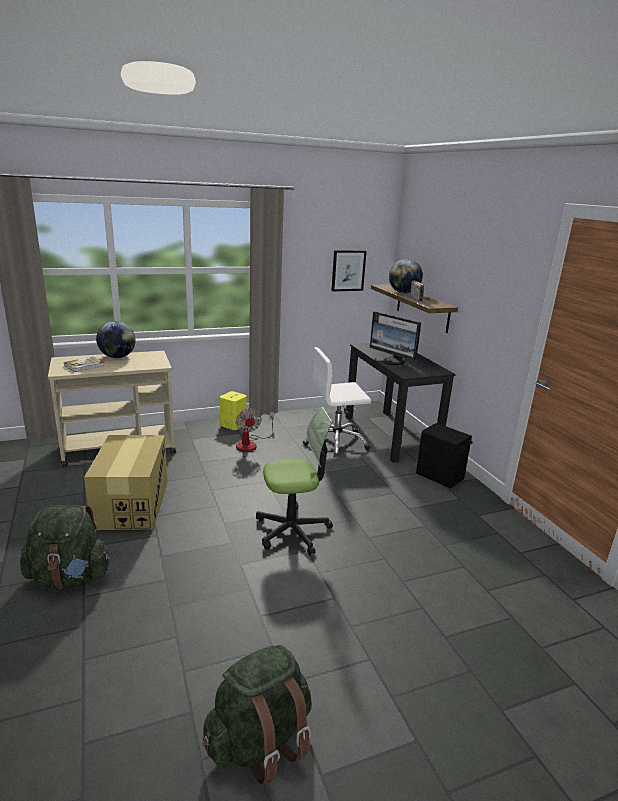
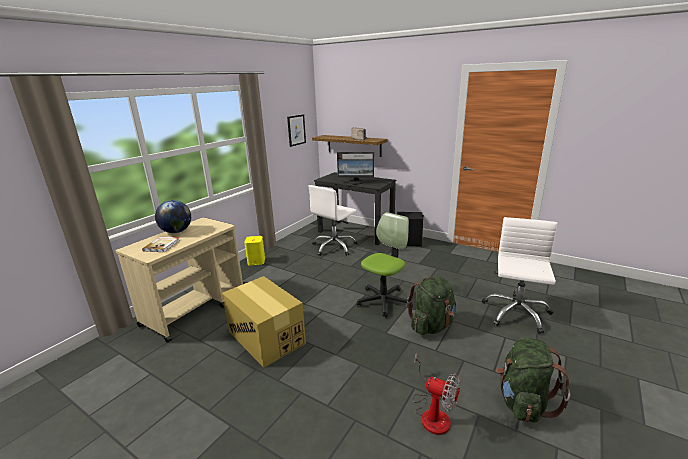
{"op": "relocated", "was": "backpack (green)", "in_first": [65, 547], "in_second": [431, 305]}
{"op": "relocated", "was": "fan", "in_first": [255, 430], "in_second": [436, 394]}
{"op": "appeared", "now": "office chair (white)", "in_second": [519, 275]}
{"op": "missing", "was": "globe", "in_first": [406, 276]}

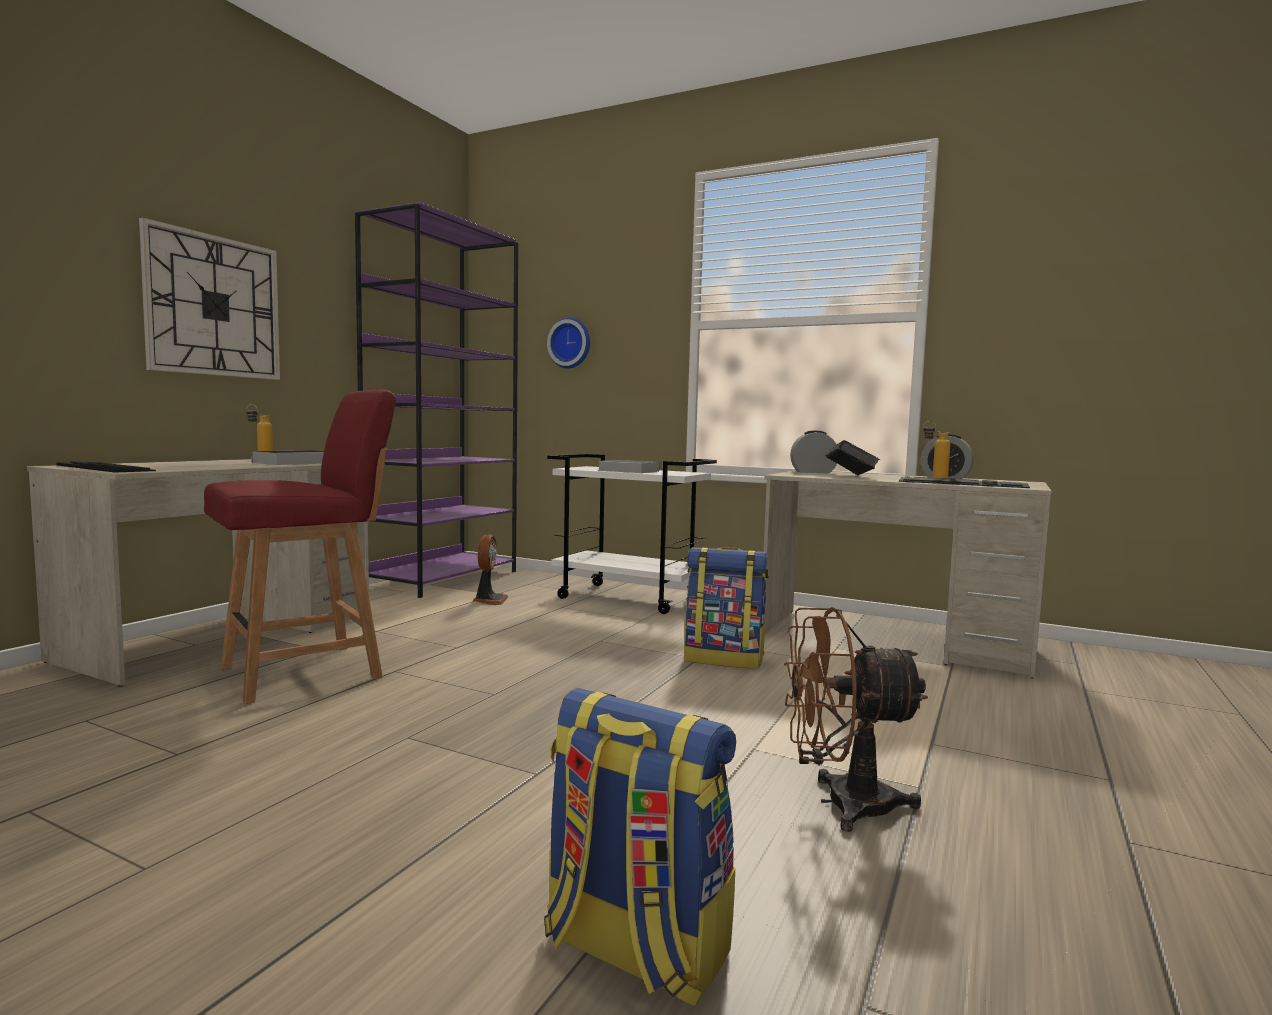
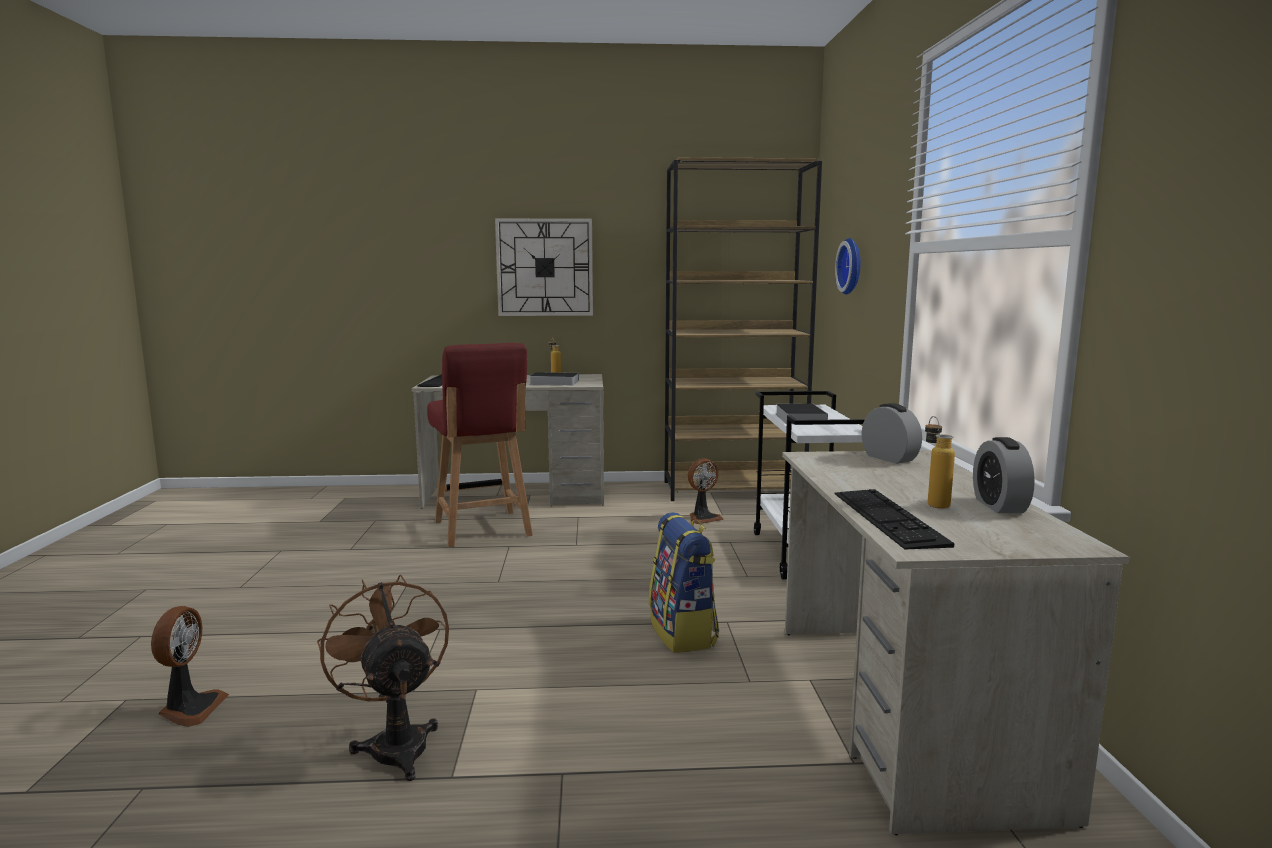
{"op": "exchanged", "was": "backpack", "now": "fan", "in_first": [640, 847], "in_second": [190, 666]}
{"op": "spun", "was": "chair (red)", "in_first": [300, 546], "in_second": [480, 445], "clockwise": 45}
{"op": "colour", "was": "bookcase (purple)", "now": "bookcase (brown)", "in_first": [436, 400], "in_second": [743, 329]}
{"op": "missing", "was": "book", "in_first": [853, 457]}

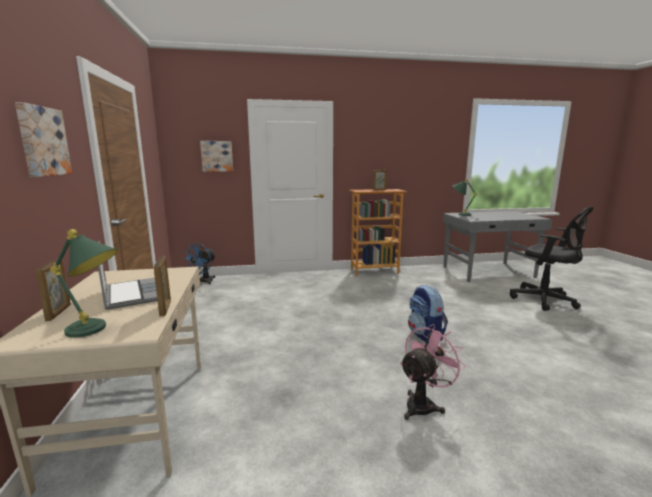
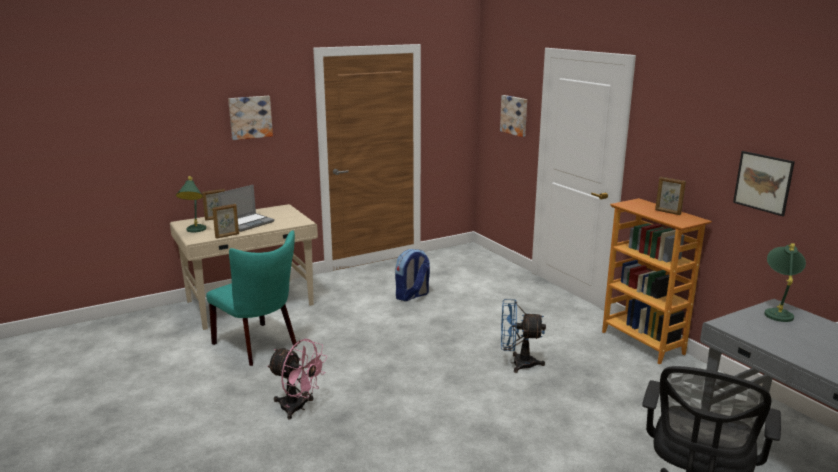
{"op": "appeared", "now": "chair (turquoise)", "in_second": [251, 298]}
{"op": "relocated", "was": "backpack", "in_first": [428, 314], "in_second": [412, 275]}
{"op": "relocated", "was": "fan (blue)", "in_first": [199, 263], "in_second": [523, 336]}
{"op": "appeared", "now": "picture", "in_second": [764, 183]}

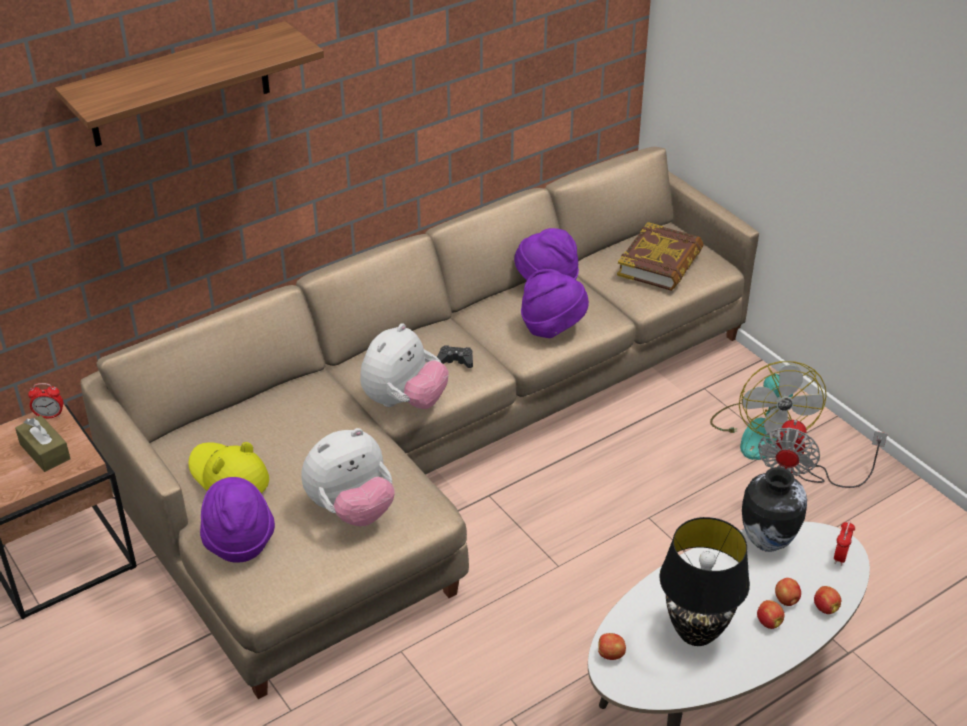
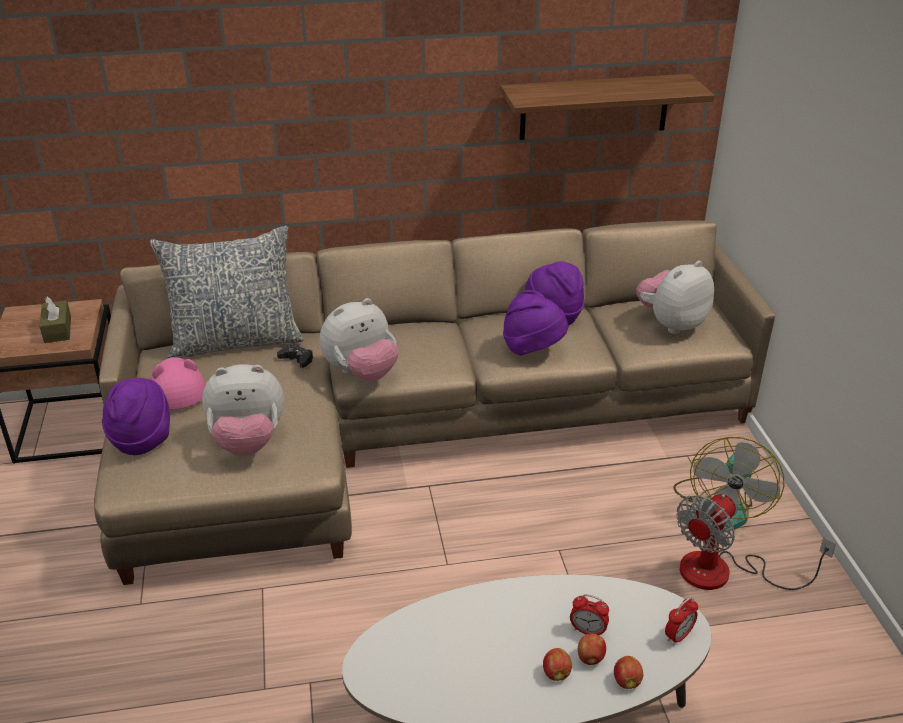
{"op": "appeared", "now": "pillow", "in_second": [227, 291]}
{"op": "colour", "was": "hat (yellow)", "now": "hat (pink)", "in_first": [228, 468], "in_second": [178, 383]}
{"op": "relocated", "was": "game controller (black)", "in_first": [455, 356], "in_second": [295, 355]}
{"op": "relocated", "was": "shelf", "in_first": [189, 84], "in_second": [607, 107]}
{"op": "relocated", "was": "alarm clock", "in_first": [45, 400], "in_second": [589, 614]}
{"op": "exchanged", "was": "book", "now": "plush toy", "in_first": [660, 256], "in_second": [675, 297]}
{"op": "missing", "was": "apple", "in_first": [612, 646]}
{"op": "missing", "was": "table lamp (black)", "in_first": [704, 581]}
{"op": "missing", "was": "vase", "in_first": [774, 509]}

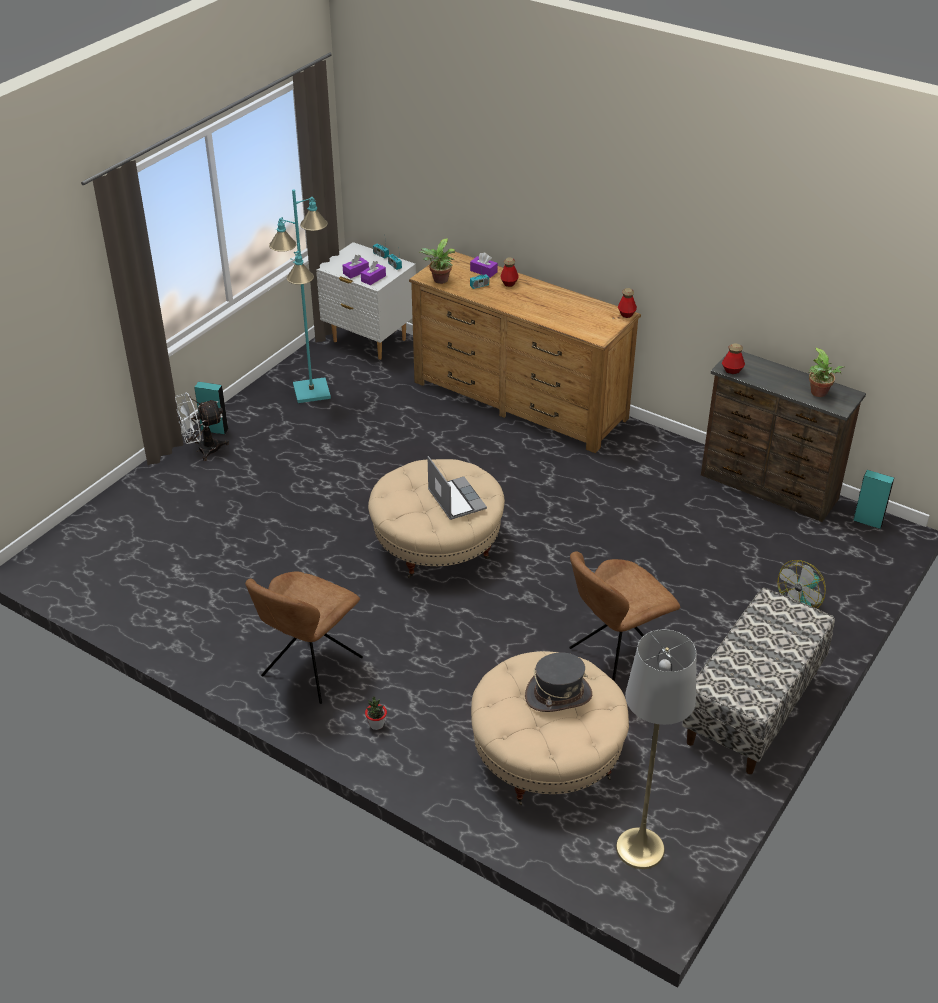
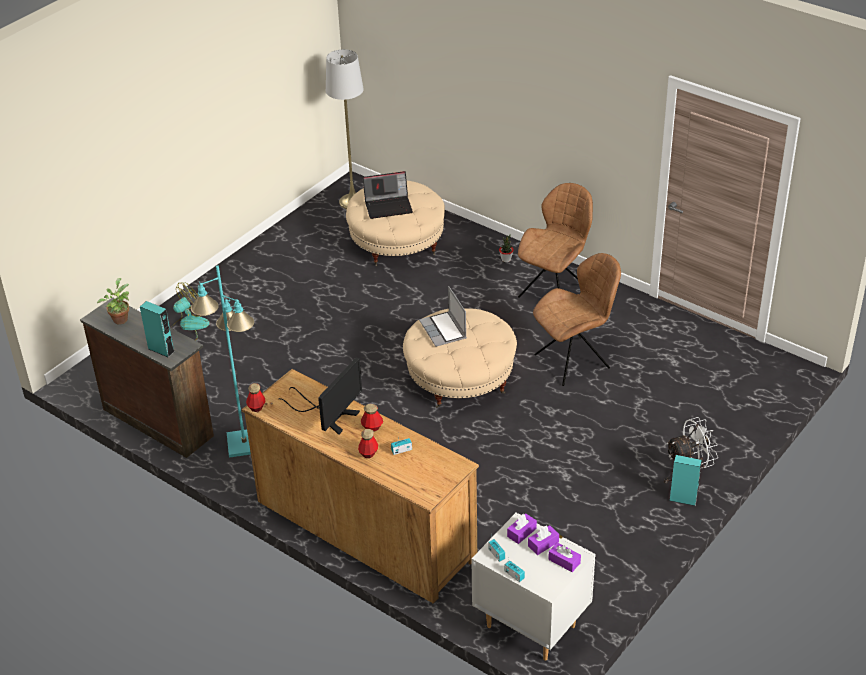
{"op": "relocated", "was": "speaker (turquoise)", "in_first": [873, 499], "in_second": [157, 329]}
{"op": "relocated", "was": "floor lamp (turquoise)", "in_first": [300, 296], "in_second": [222, 361]}
{"op": "appeared", "now": "monitor", "in_second": [320, 396]}
{"op": "relocated", "was": "bottle", "in_first": [733, 358], "in_second": [372, 417]}
{"op": "exchanged", "was": "hat (grey)", "now": "laptop", "in_first": [558, 682], "in_second": [388, 195]}
{"op": "relocated", "was": "chair (brown)", "in_first": [624, 616], "in_second": [577, 319]}
{"op": "relocated", "was": "tissue box (purple)", "in_first": [484, 265], "in_second": [564, 557]}
{"op": "missing", "was": "potted plant", "in_first": [437, 261]}
{"op": "missing", "was": "bench", "in_first": [758, 681]}

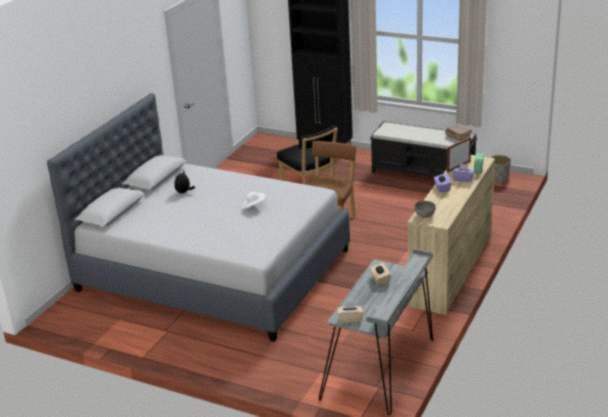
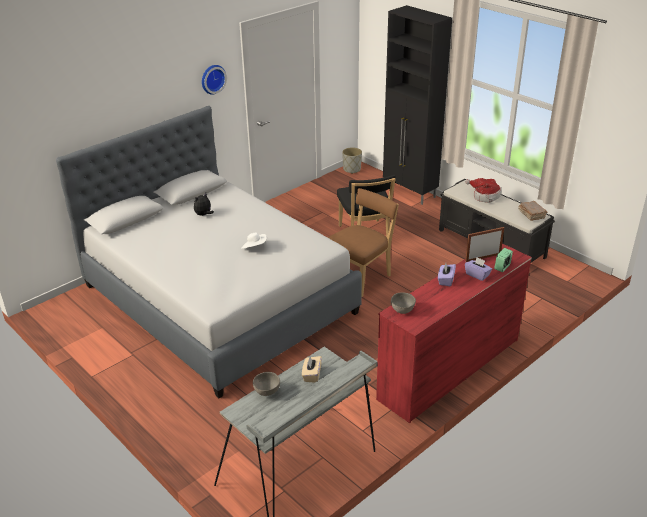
{"op": "appeared", "now": "wall clock", "in_second": [214, 80]}
{"op": "appeared", "now": "bowl (grey)", "in_second": [266, 384]}
{"op": "relocated", "was": "planter (grey)", "in_first": [500, 169], "in_second": [352, 161]}
{"op": "colour", "was": "dresser (beige)", "now": "dresser (red)", "in_first": [451, 235], "in_second": [454, 333]}
{"op": "appeared", "now": "hat", "in_second": [483, 190]}
{"op": "missing", "was": "tissue box (beige)", "in_first": [350, 313]}

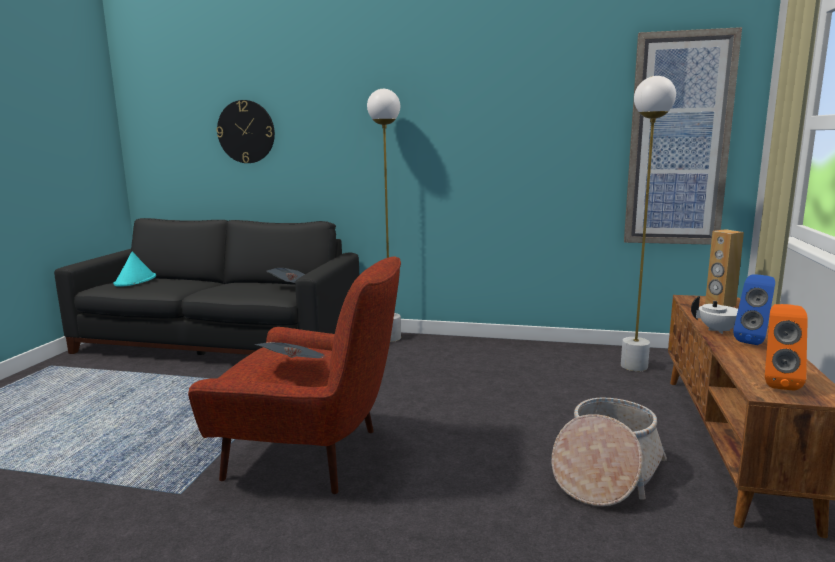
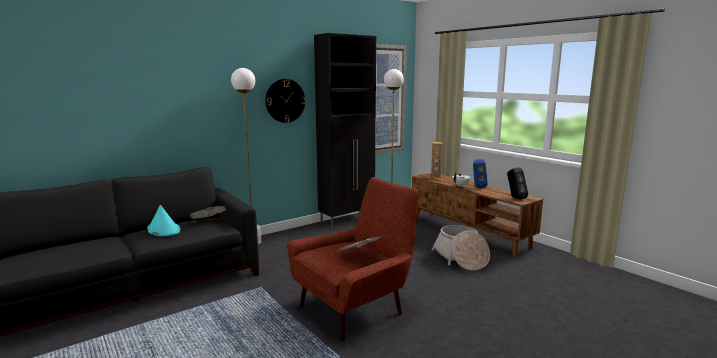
{"op": "relocated", "was": "hat (turquoise)", "in_first": [134, 269], "in_second": [163, 220]}
{"op": "relocated", "was": "wall clock", "in_first": [245, 131], "in_second": [285, 101]}
{"op": "appeared", "now": "cabinet (black)", "in_second": [345, 130]}
{"op": "colour", "was": "speaker (orange)", "now": "speaker (black)", "in_first": [786, 347], "in_second": [517, 183]}

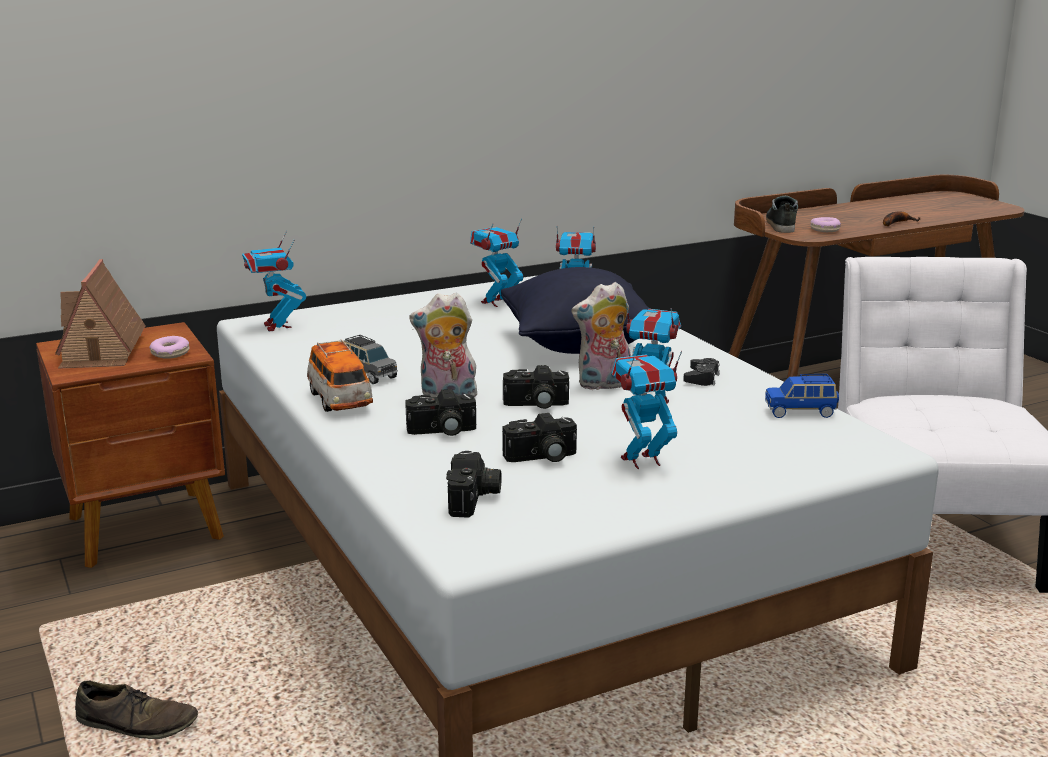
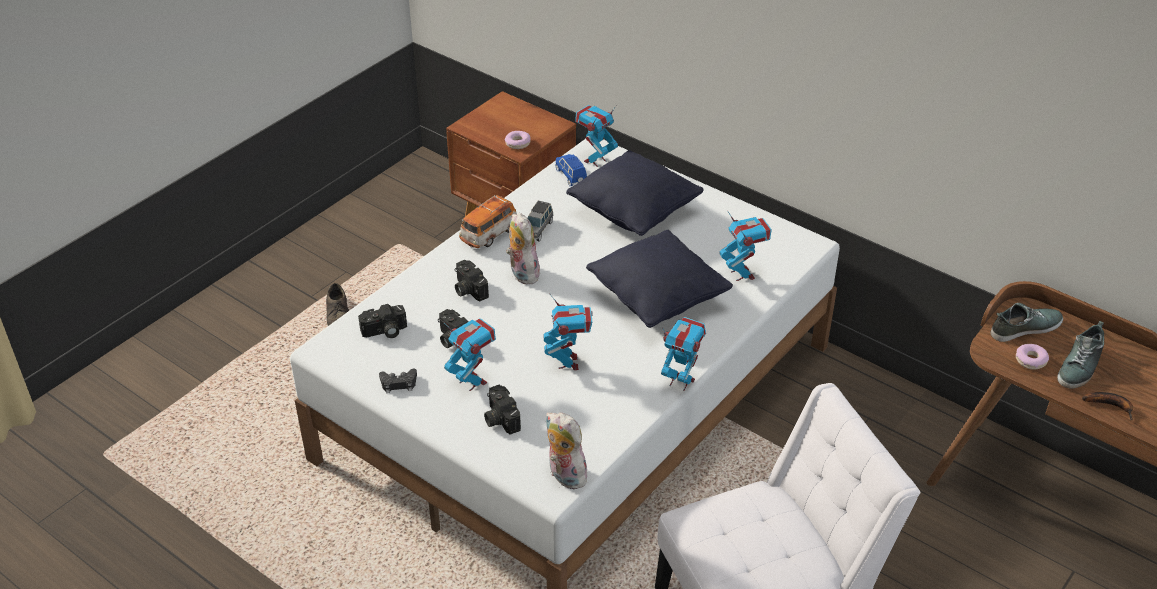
{"op": "relocated", "was": "game controller (black)", "in_first": [701, 372], "in_second": [398, 380]}
{"op": "relocated", "was": "photo camera", "in_first": [536, 387], "in_second": [502, 410]}
{"op": "relocated", "was": "plush toy", "in_first": [601, 336], "in_second": [569, 450]}
{"op": "relocated", "was": "toy car (blue)", "in_first": [802, 396], "in_second": [571, 170]}
{"op": "appeared", "now": "pillow (black)", "in_second": [635, 193]}
{"op": "relocated", "was": "toy robot", "in_first": [496, 262], "in_second": [683, 354]}
{"op": "appeared", "now": "shoe", "in_second": [1080, 355]}
{"op": "missing", "was": "toy house", "in_first": [100, 314]}

